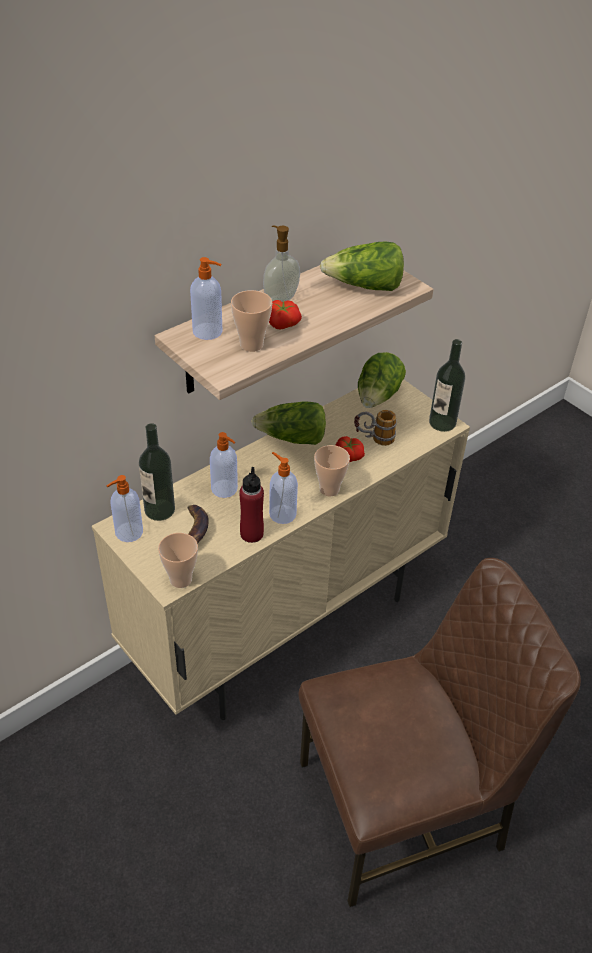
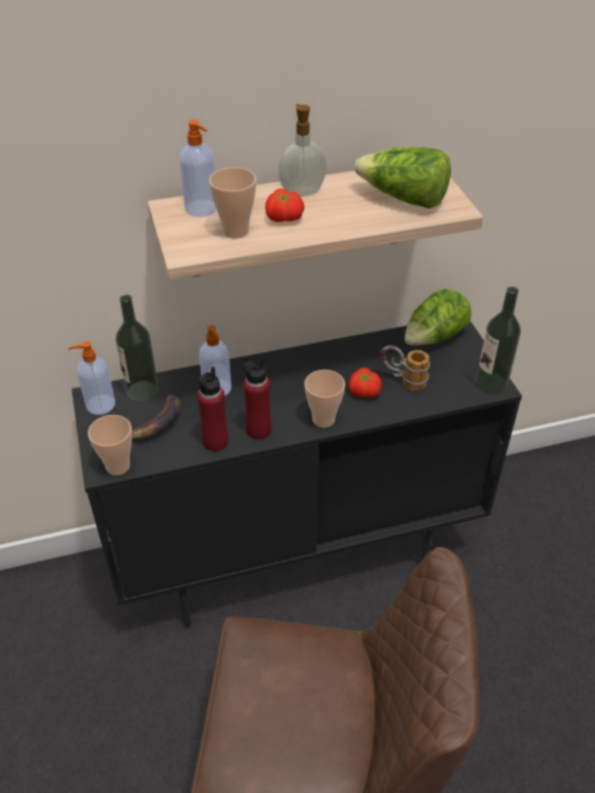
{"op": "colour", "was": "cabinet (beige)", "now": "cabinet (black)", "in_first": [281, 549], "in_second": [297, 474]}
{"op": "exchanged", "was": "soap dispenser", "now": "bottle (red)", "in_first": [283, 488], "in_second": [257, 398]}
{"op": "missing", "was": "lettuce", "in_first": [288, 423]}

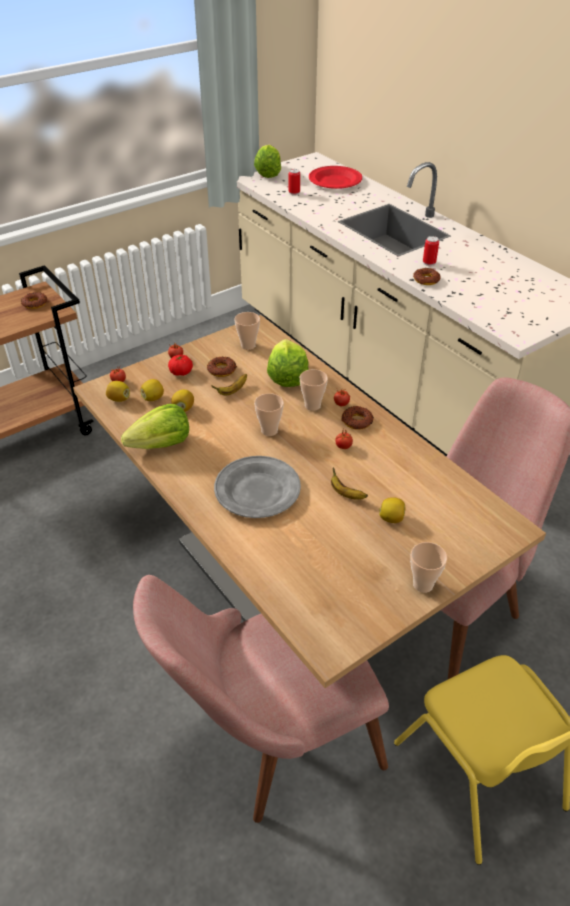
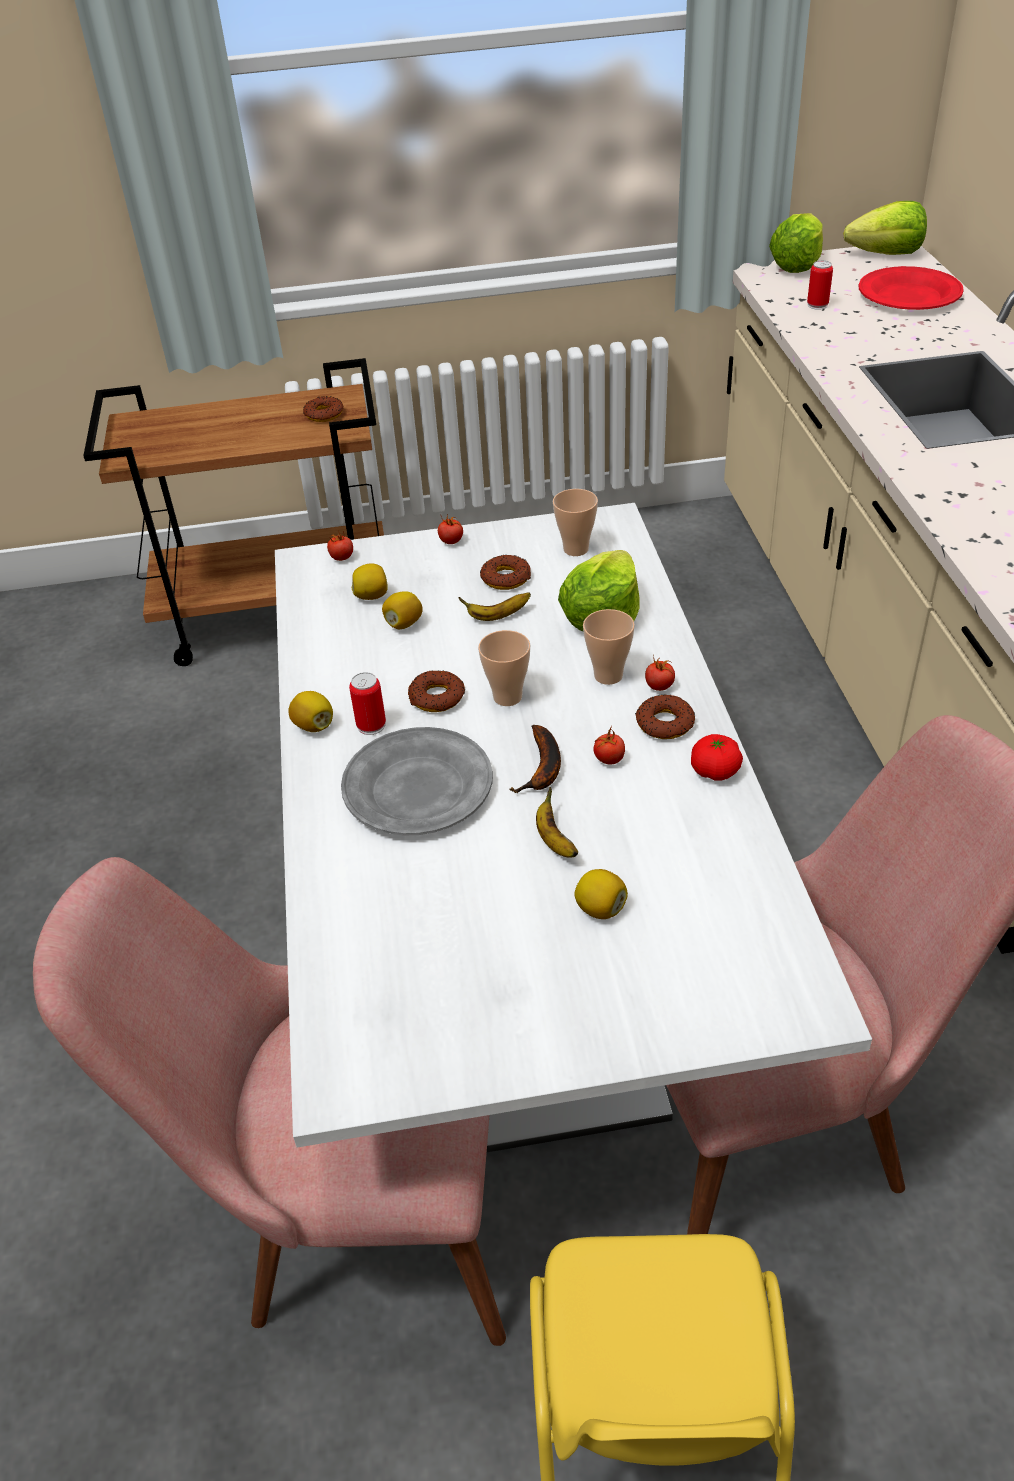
{"op": "colour", "was": "dining table (brown)", "now": "dining table (white)", "in_first": [309, 501], "in_second": [573, 827]}
{"op": "relocated", "was": "lemon", "in_first": [118, 391], "in_second": [310, 711]}
{"op": "relocated", "was": "can", "in_first": [431, 251], "in_second": [367, 703]}
{"op": "relocated", "was": "donut", "in_first": [427, 276], "in_second": [436, 691]}
{"op": "appeared", "now": "banana", "in_second": [535, 759]}
{"op": "relocated", "was": "tomato", "in_first": [180, 365], "in_second": [717, 757]}
{"op": "relocated", "was": "lettuce", "in_first": [155, 426], "in_second": [885, 228]}
{"op": "missing", "was": "cup", "in_first": [428, 567]}

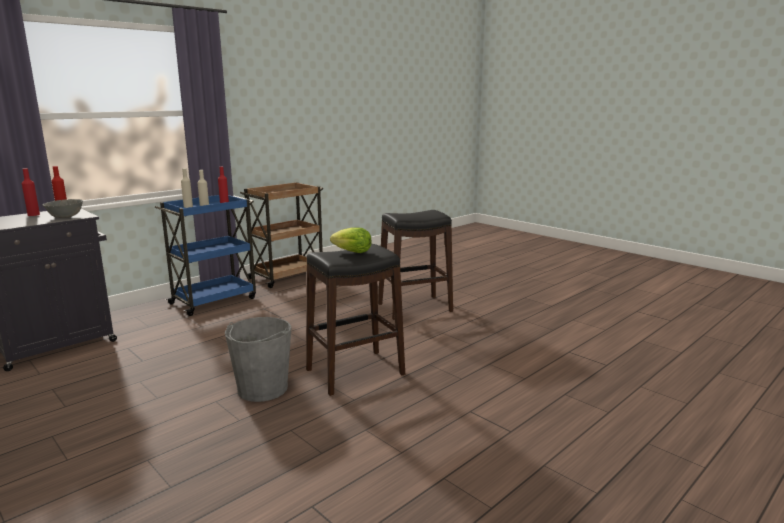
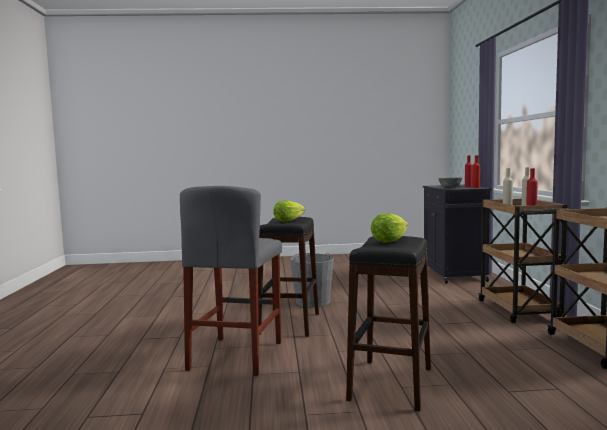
{"op": "appeared", "now": "stool (grey)", "in_second": [231, 281]}
{"op": "appeared", "now": "lettuce", "in_second": [389, 228]}
{"op": "colour", "was": "cart (blue)", "now": "cart (brown)", "in_first": [205, 255], "in_second": [523, 261]}

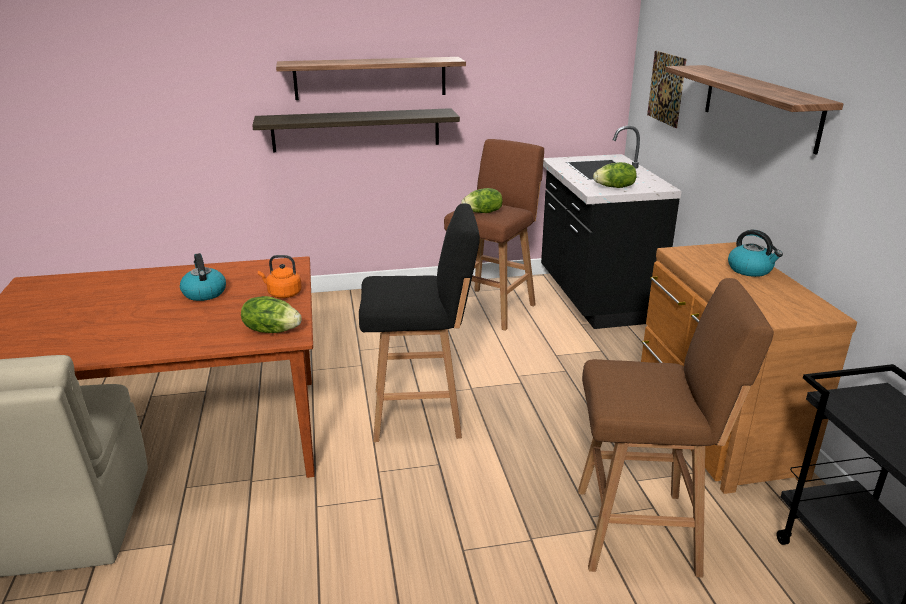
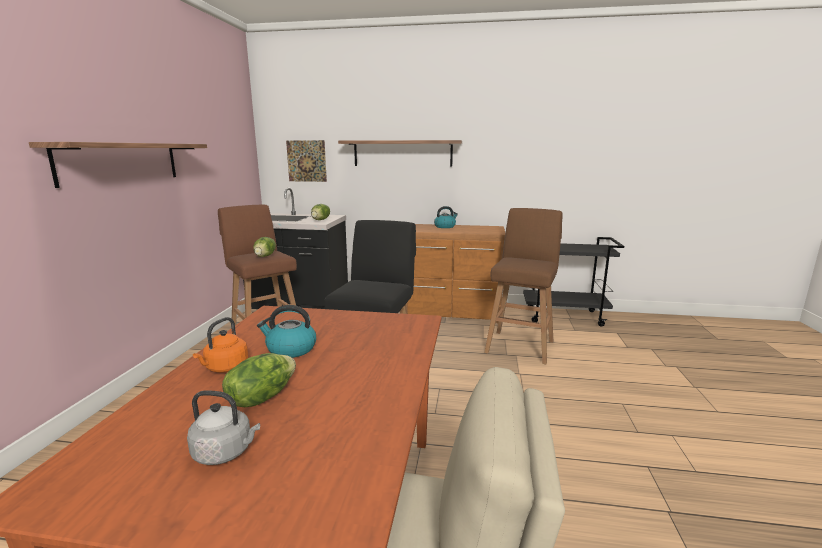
{"op": "appeared", "now": "kettle (grey)", "in_second": [223, 427]}
{"op": "relocated", "was": "kettle (orange)", "in_first": [280, 276], "in_second": [220, 345]}
{"op": "relocated", "was": "lettuce", "in_first": [271, 314], "in_second": [259, 380]}
{"op": "missing", "was": "shelf", "in_first": [356, 130]}

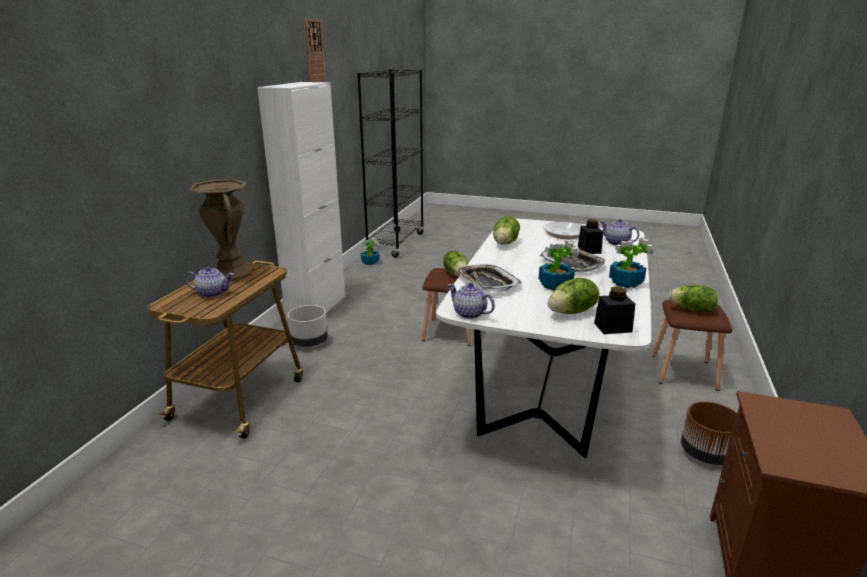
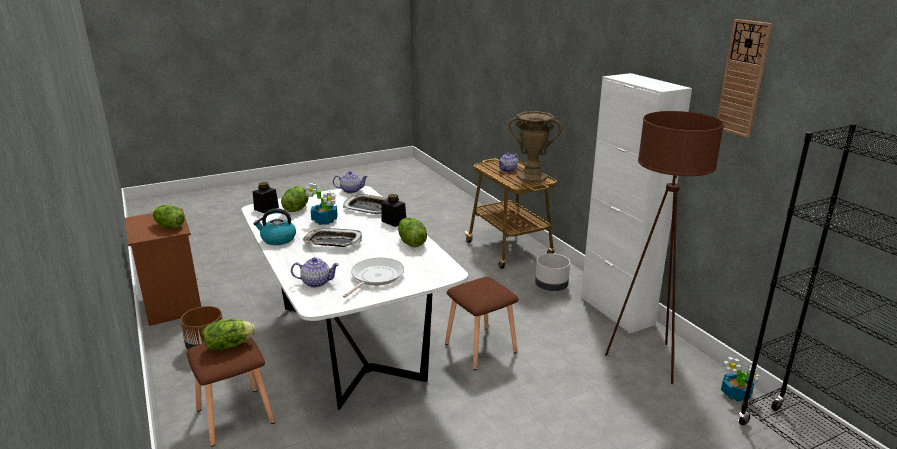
{"op": "relocated", "was": "lettuce", "in_first": [455, 263], "in_second": [168, 216]}
{"op": "exchanged", "was": "potted plant", "now": "kettle", "in_first": [631, 262], "in_second": [274, 226]}
{"op": "relocated", "was": "jar (black)", "in_first": [590, 236], "in_second": [393, 210]}
{"op": "appeared", "now": "floor lamp (brown)", "in_second": [664, 247]}

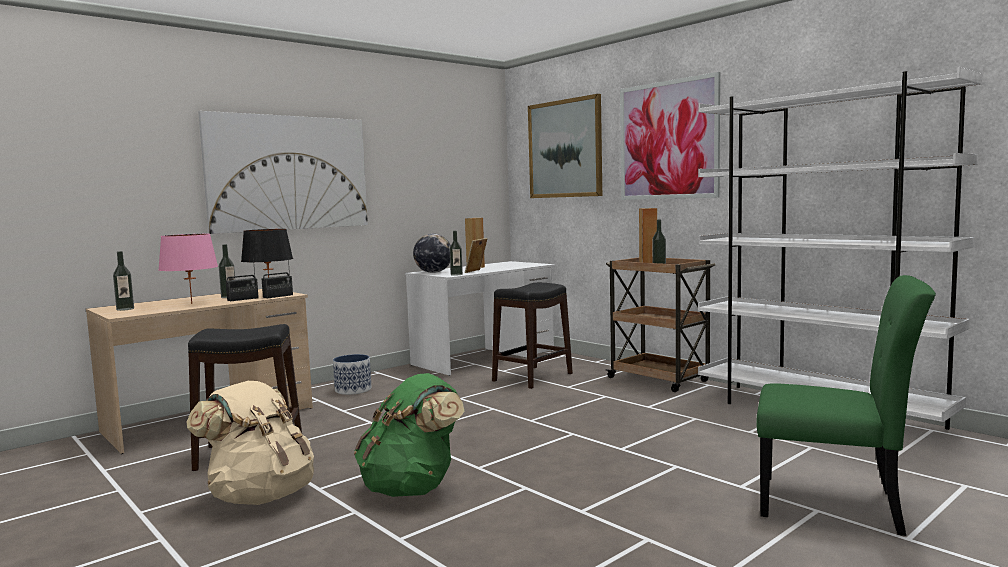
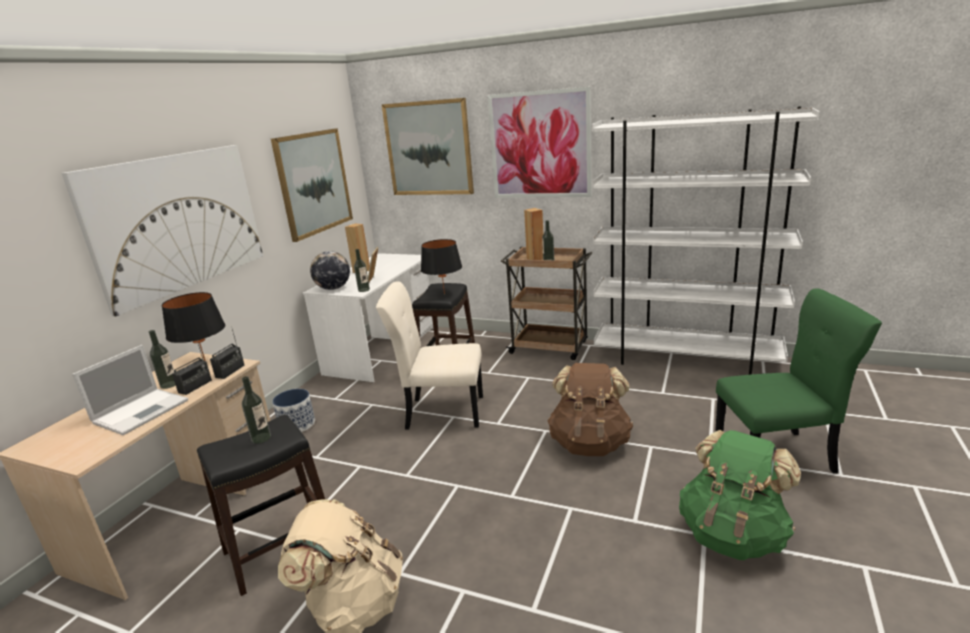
{"op": "exchanged", "was": "table lamp (pink)", "now": "laptop", "in_first": [188, 269], "in_second": [130, 390]}
{"op": "relocated", "was": "bottle", "in_first": [123, 281], "in_second": [256, 410]}
{"op": "appeared", "now": "picture", "in_second": [312, 185]}
{"op": "appeared", "now": "chair (beige)", "in_second": [429, 355]}
{"op": "appeared", "now": "table lamp (black)", "in_second": [441, 266]}
{"op": "appeared", "now": "backpack (brown)", "in_second": [590, 409]}
{"op": "relocated", "was": "backpack (green)", "in_first": [409, 435], "in_second": [740, 495]}

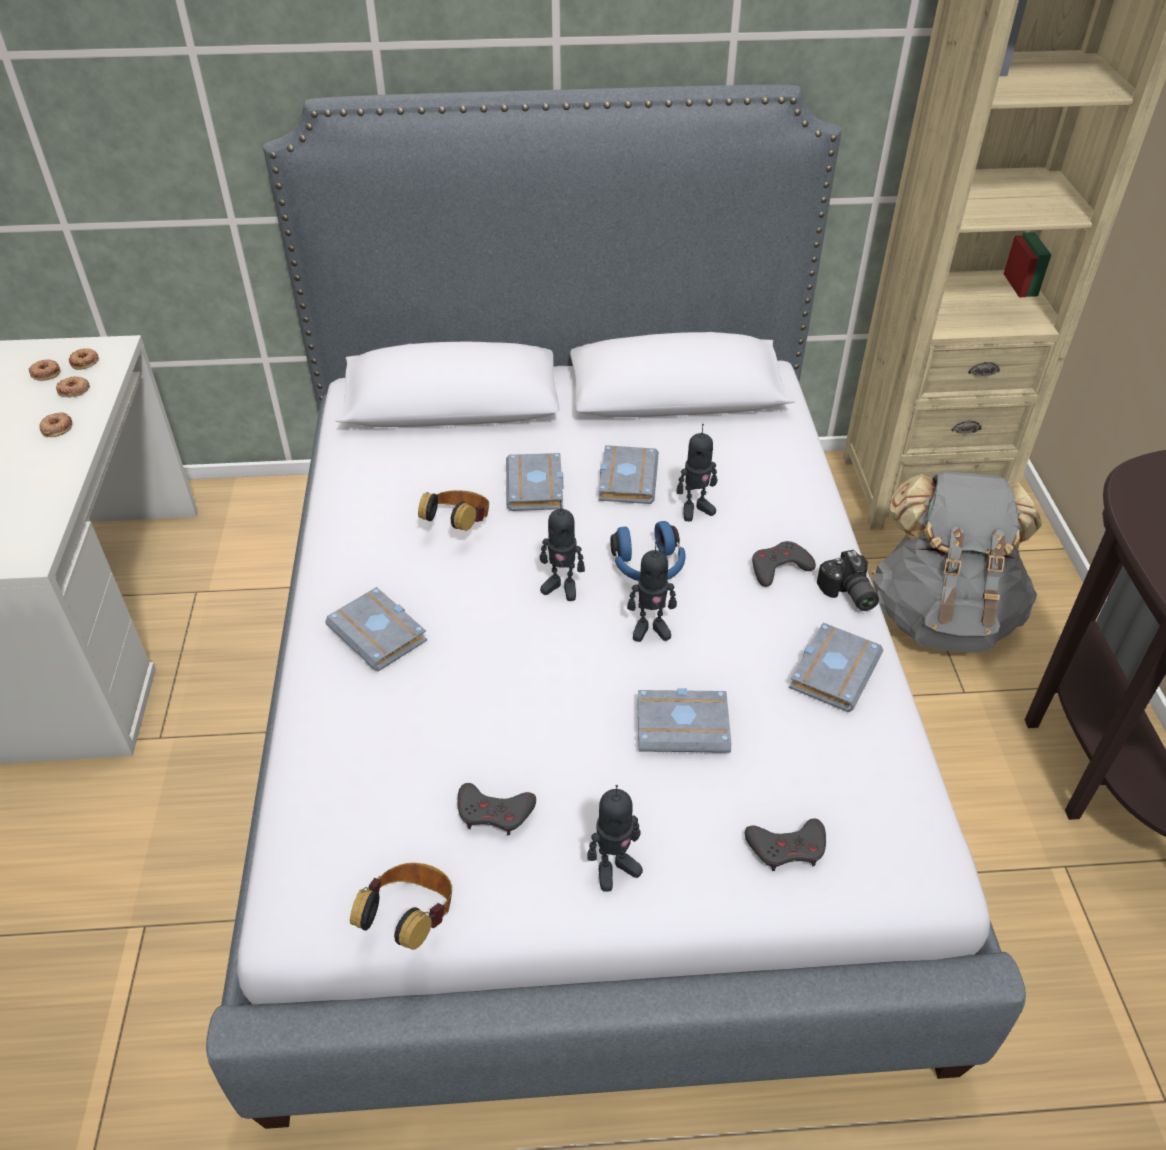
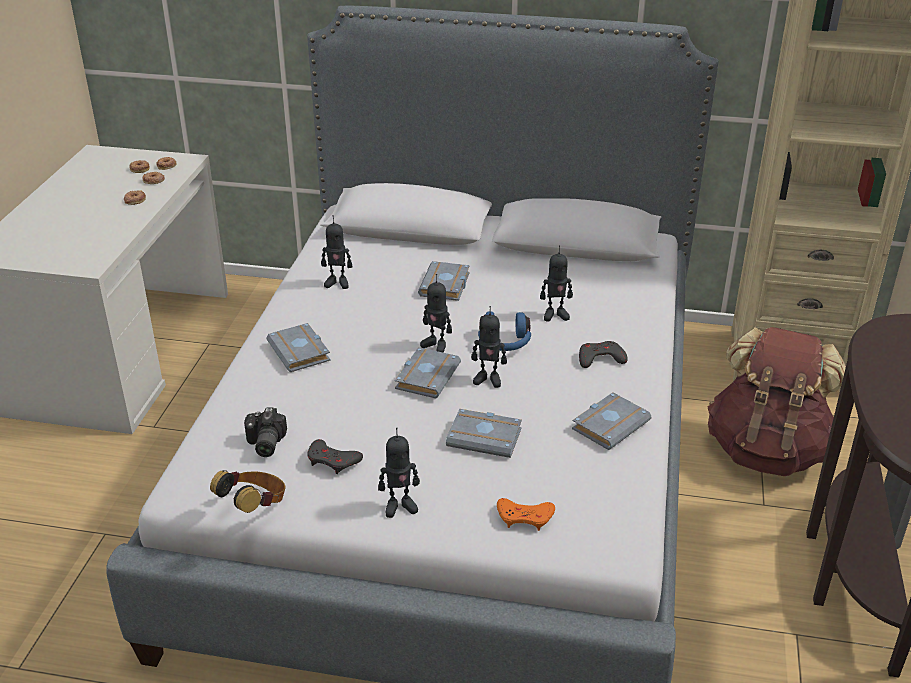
{"op": "relocated", "was": "photo camera", "in_first": [848, 580], "in_second": [265, 432]}
{"op": "appeared", "now": "toy robot", "in_second": [336, 252]}
{"op": "relocated", "was": "book (grey)", "in_first": [628, 474], "in_second": [428, 373]}
{"op": "colour", "was": "game controller (grey)", "now": "game controller (orange)", "in_first": [785, 845], "in_second": [526, 514]}
{"op": "colour", "was": "backpack (grey)", "now": "backpack (brown)", "in_first": [957, 561], "in_second": [776, 401]}
{"op": "missing", "was": "headphones", "in_first": [453, 510]}

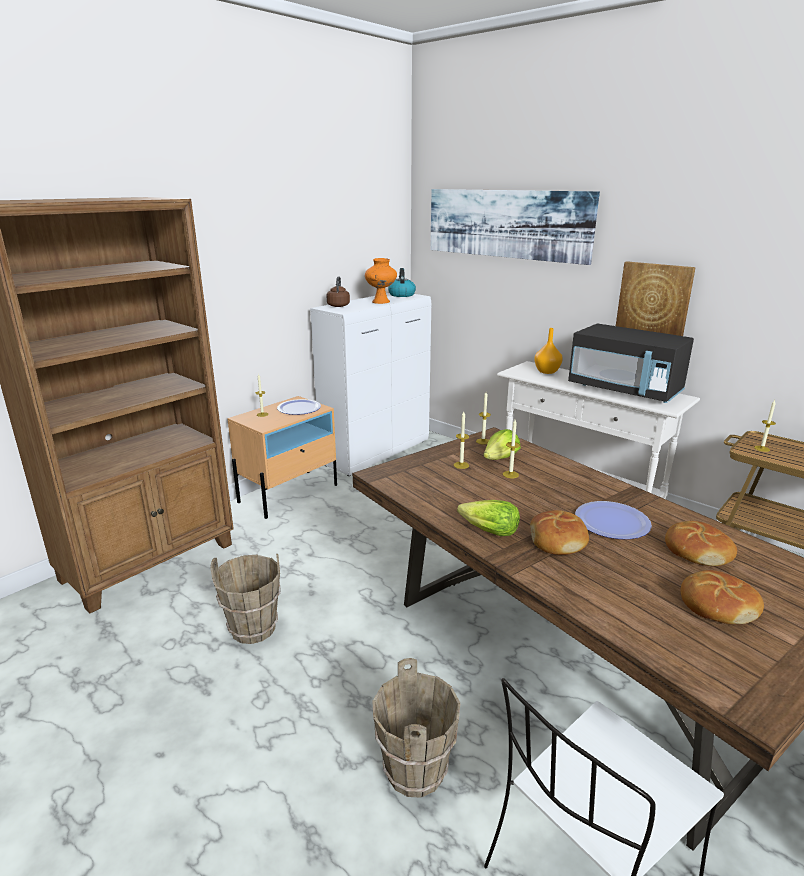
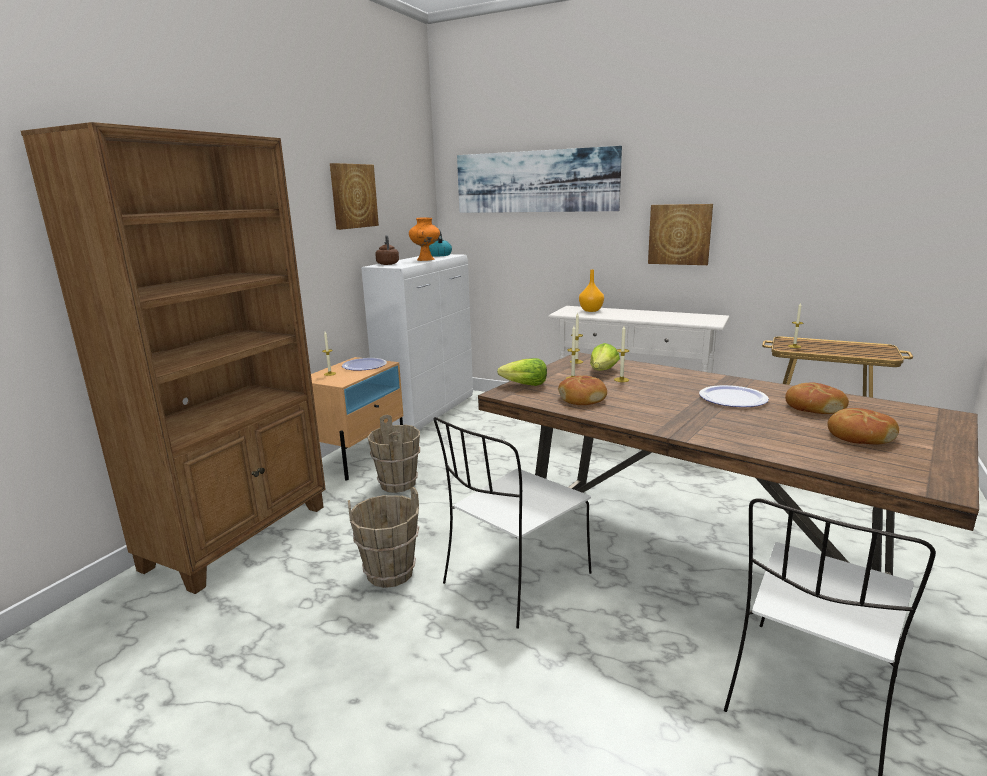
{"op": "appeared", "now": "picture", "in_second": [354, 196]}
{"op": "relocated", "was": "bucket (brown)", "in_first": [416, 728], "in_second": [393, 454]}
{"op": "appeared", "now": "chair (white)", "in_second": [513, 523]}
{"op": "relocated", "was": "lettuce", "in_first": [488, 518], "in_second": [522, 372]}
{"op": "relocated", "was": "bread", "in_first": [559, 532], "in_second": [582, 390]}
{"op": "missing", "was": "microwave (black)", "in_first": [631, 363]}

